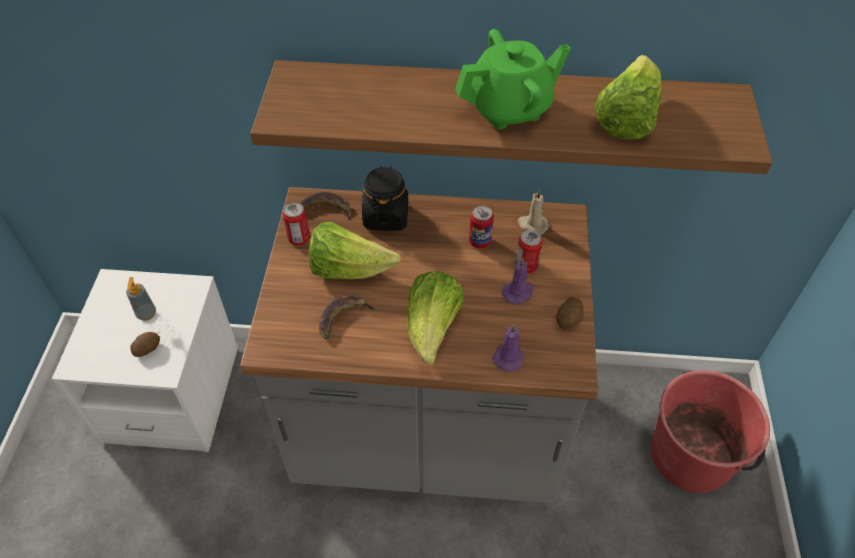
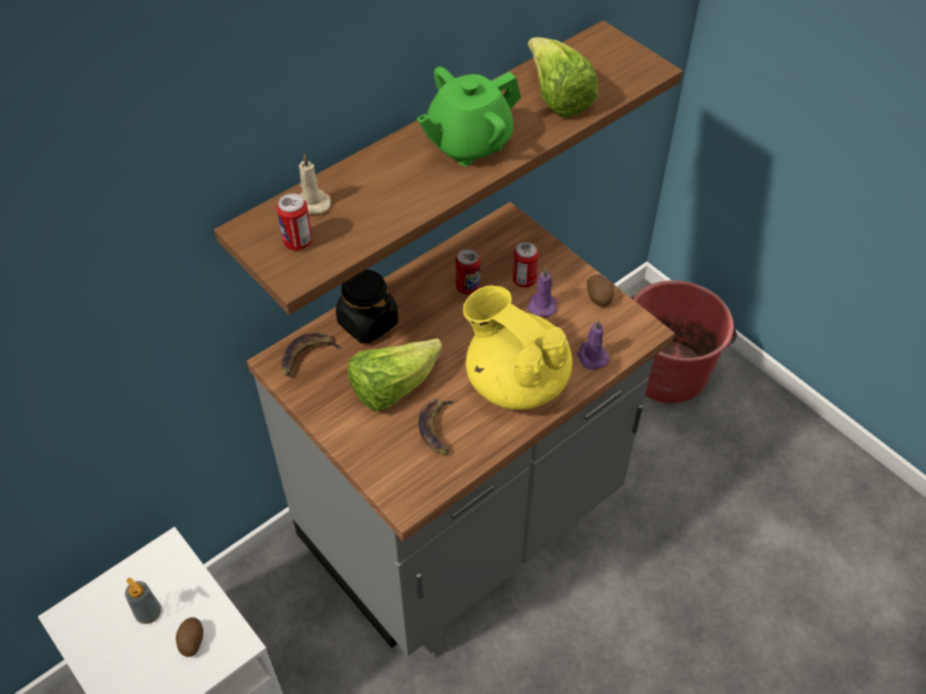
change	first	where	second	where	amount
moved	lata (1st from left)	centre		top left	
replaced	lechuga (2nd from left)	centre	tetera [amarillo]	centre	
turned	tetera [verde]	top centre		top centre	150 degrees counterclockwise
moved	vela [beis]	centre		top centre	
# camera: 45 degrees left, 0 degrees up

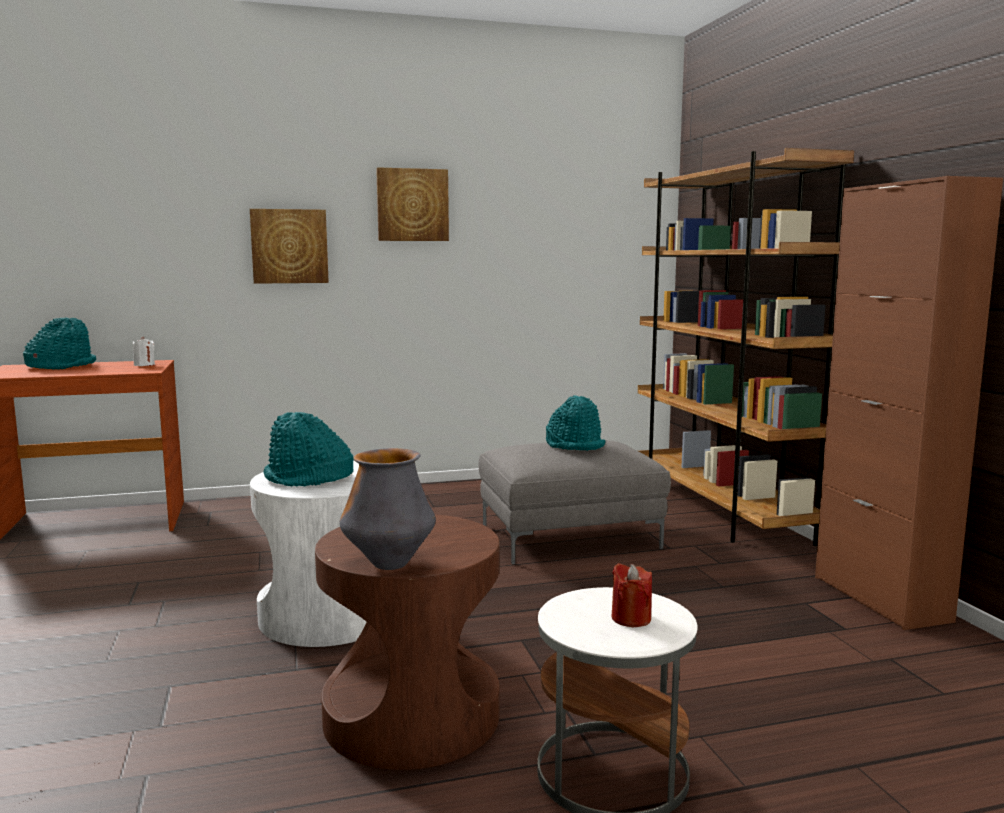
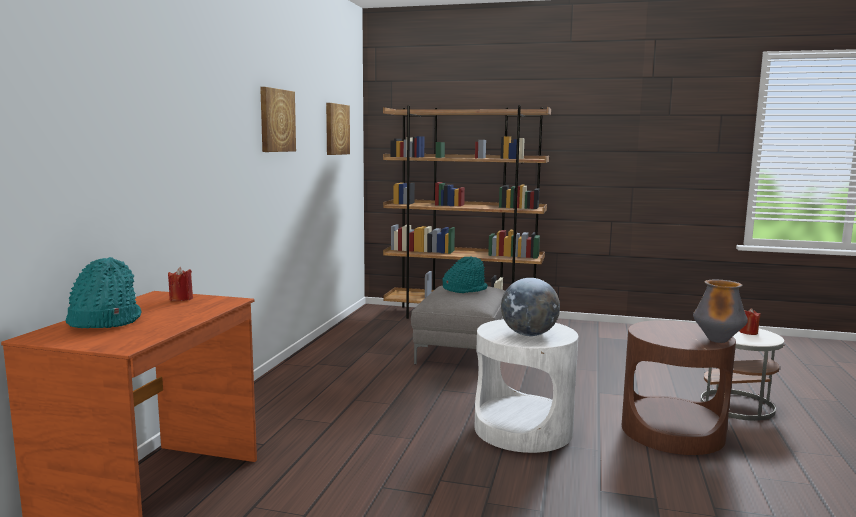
change	first	where	second	where	amount
recoloured	vela [blanco]	middle left	vela [rojo] (1st from left)	middle left	
moved	cuadro (1st from left in the first image)	top left	cuadro (2nd from left)	top centre	
replaced	sombrero [turquesa] (2nd from left)	middle left	globo terráqueo	centre	
removed	armario [marrón]	middle right			
# camera: 60 degrees left, 0 degrees up

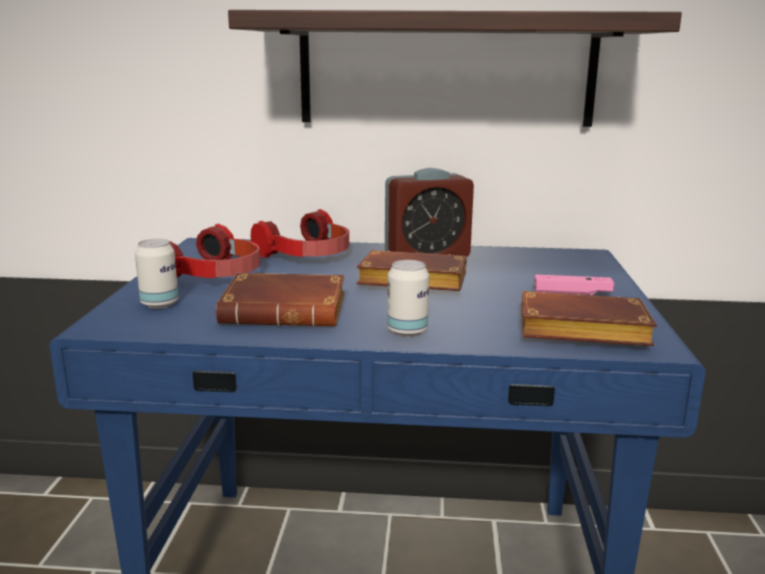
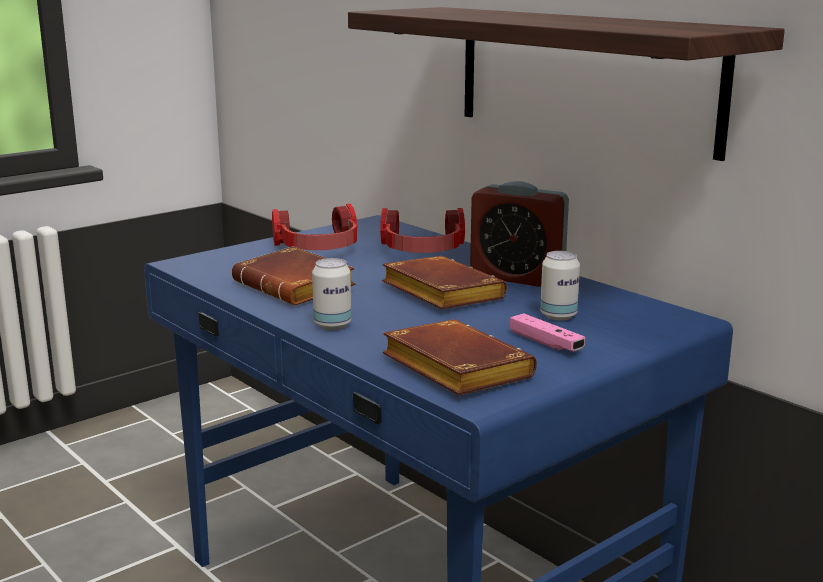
change	first	where	second	where	amount
moved	lata (1st from left in the first image)	middle left	lata (2nd from left)	middle right	
# camera: 45 degrees right, 0 degrees up

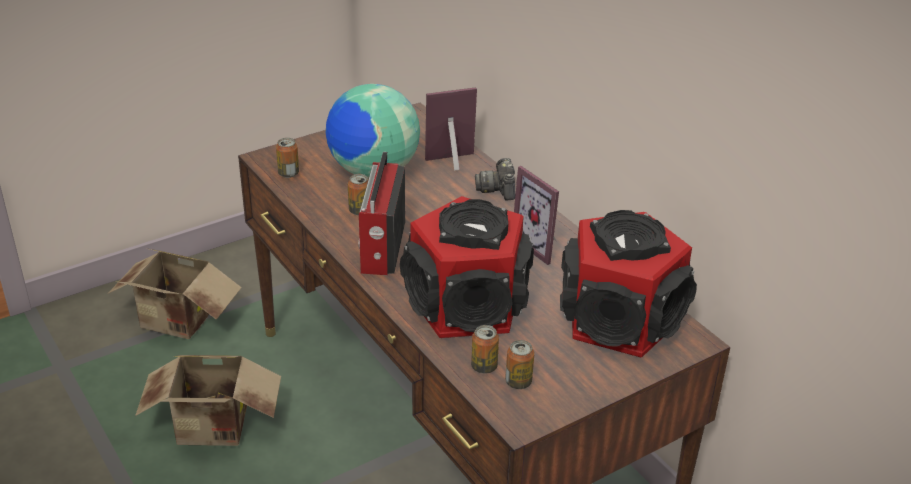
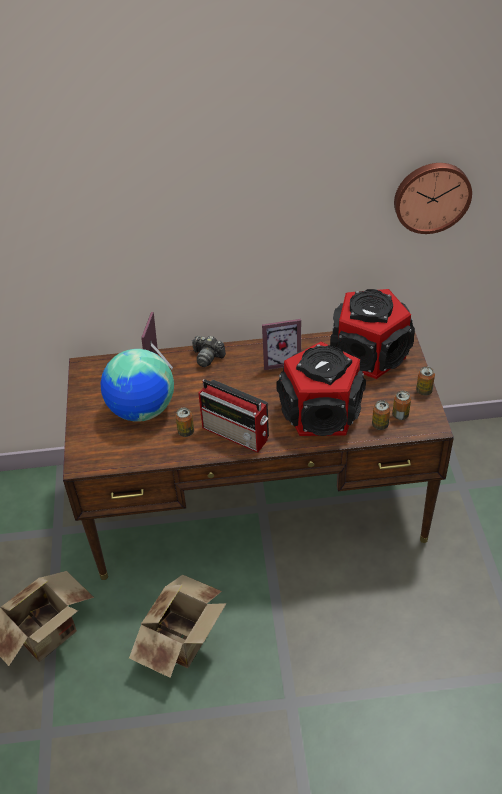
change	first	where	second	where	amount
moved	lata (1st from left in the first image)	top left	lata (4th from left)	middle right	
added			reloj de pared	top right	
# camera: 60 degrees left, 10 degrees up

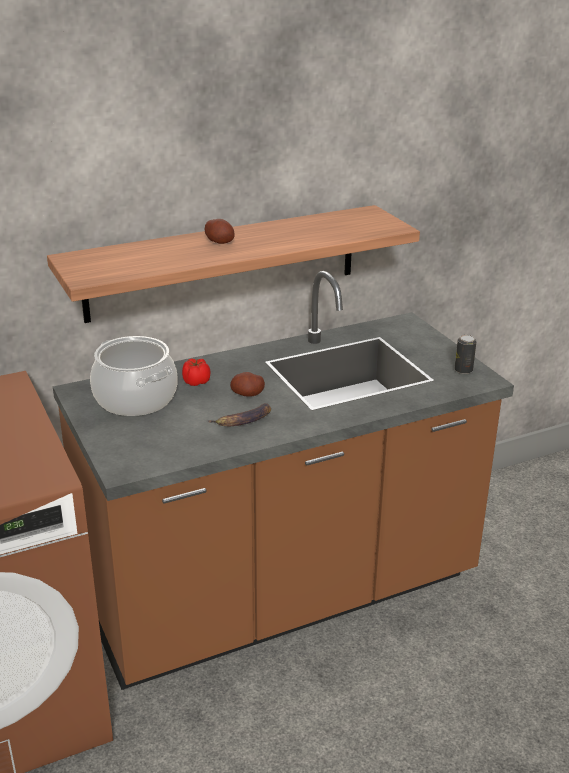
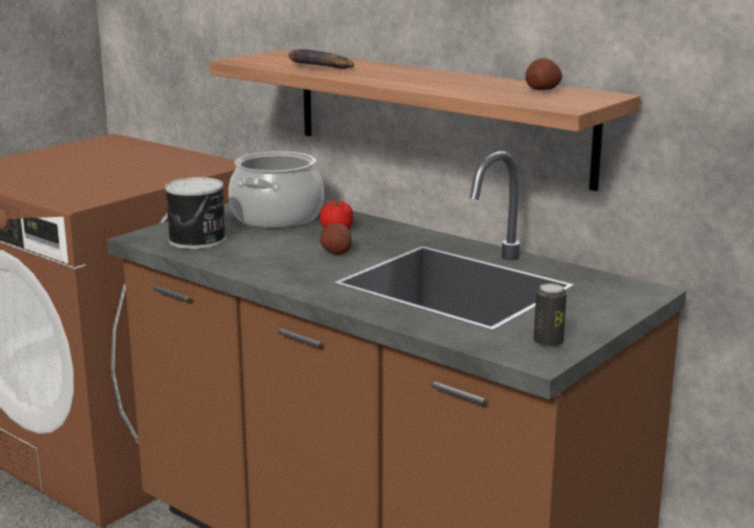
change	first	where	second	where	amount
moved	patata (1st from left in the first image)	top centre	patata (2nd from left)	top right	
moved	plátano	centre		top centre	
added			lata (1st from left)	middle left	
# camera: 65 degrees right, 10 degrees down

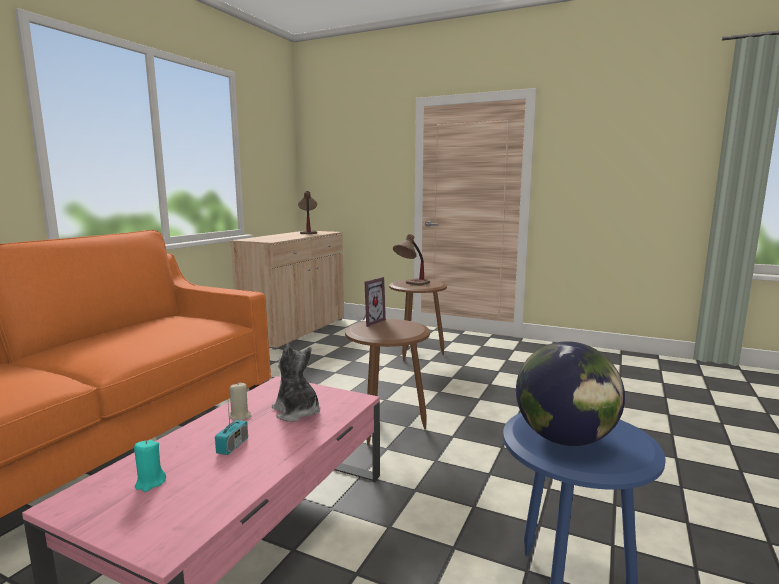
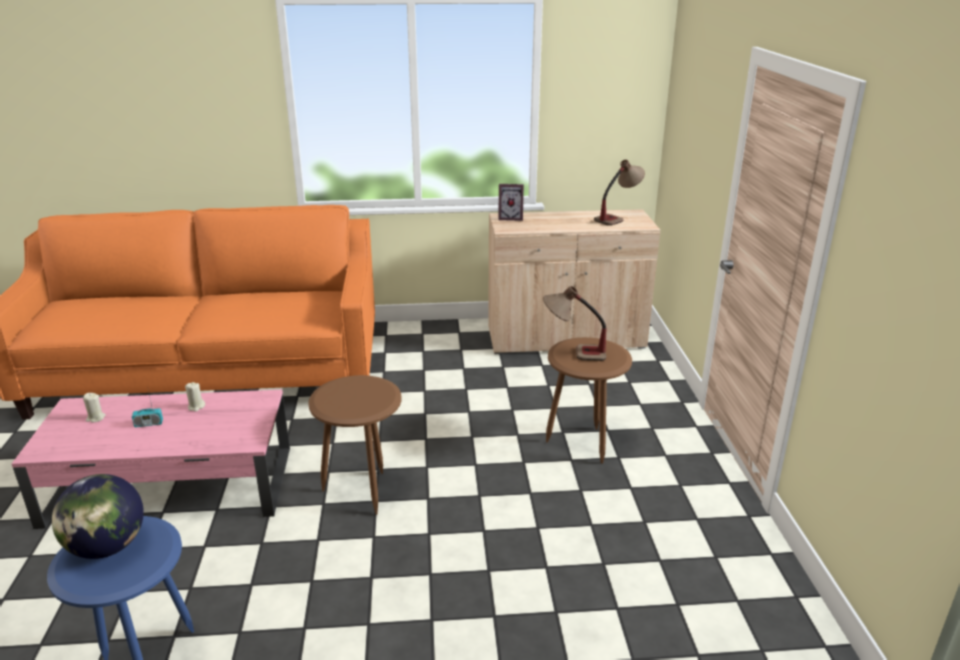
change	first	where	second	where	amount
recoloured	vela [turquesa]	bottom left	vela [beis] (1st from left)	middle left	
removed	peluche	centre			
moved	portarretratos	centre		top centre	
# camera: 60 degrees right, 15 degrees up

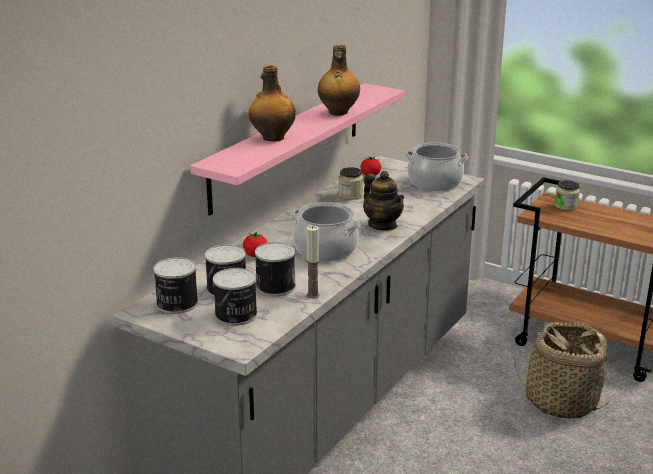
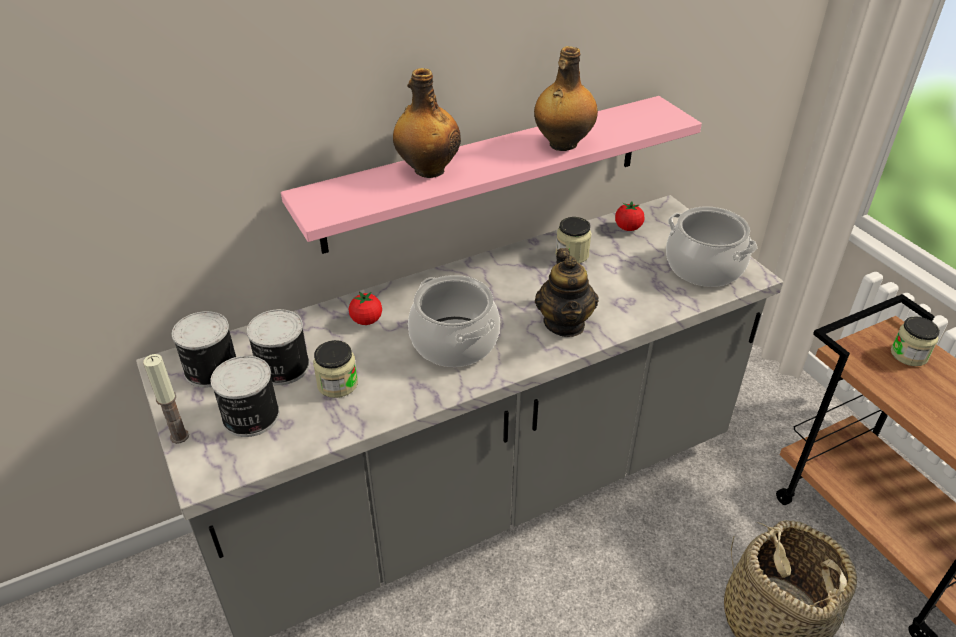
change	first	where	second	where	amount
replaced	lata (4th from left)	centre	tarro (1st from left)	centre	
moved	vela	centre		middle left	
# camera: 30 degrees right, 15 degrees up

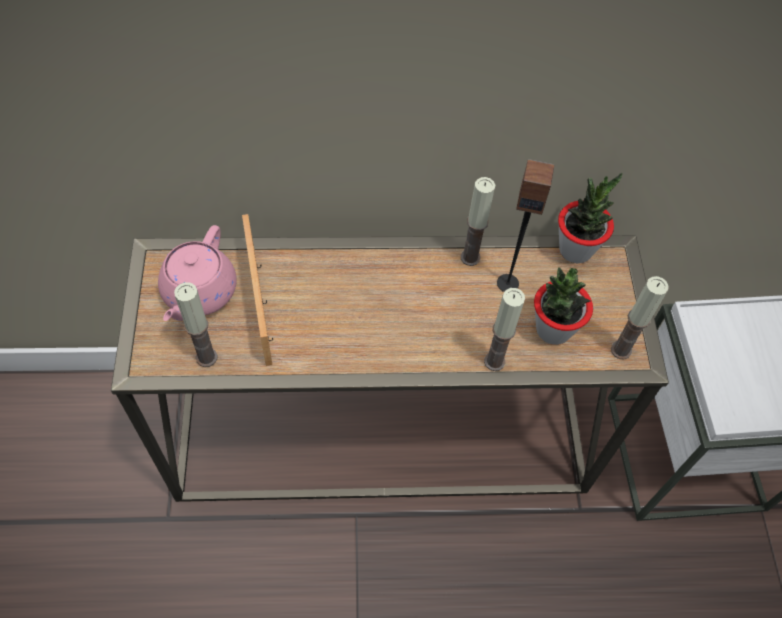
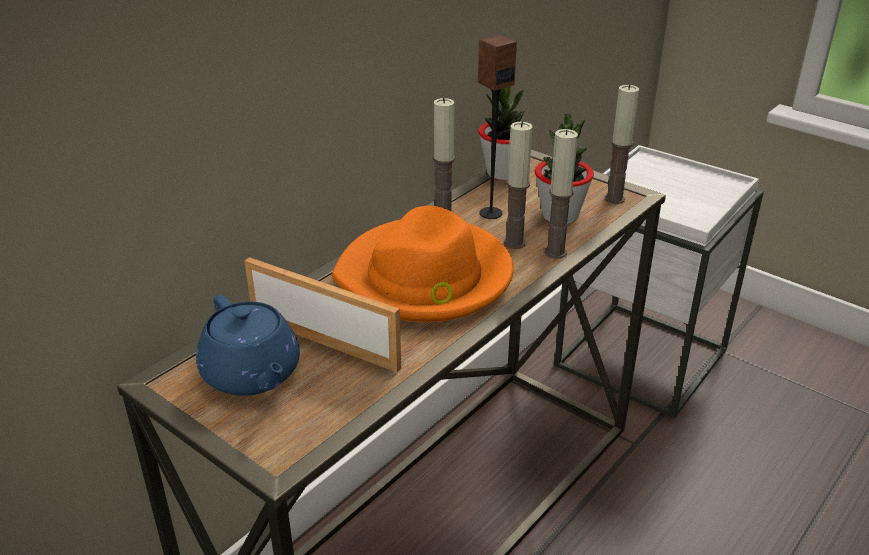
change	first	where	second	where	amount
recoloured	tetera [rosa]	middle left	tetera [azul]	middle left	
moved	vela (1st from left in the first image)	middle left	vela (2nd from left)	centre	
added			sombrero [naranja]	centre	
# camera: 45 degrees left, 25 degrees down

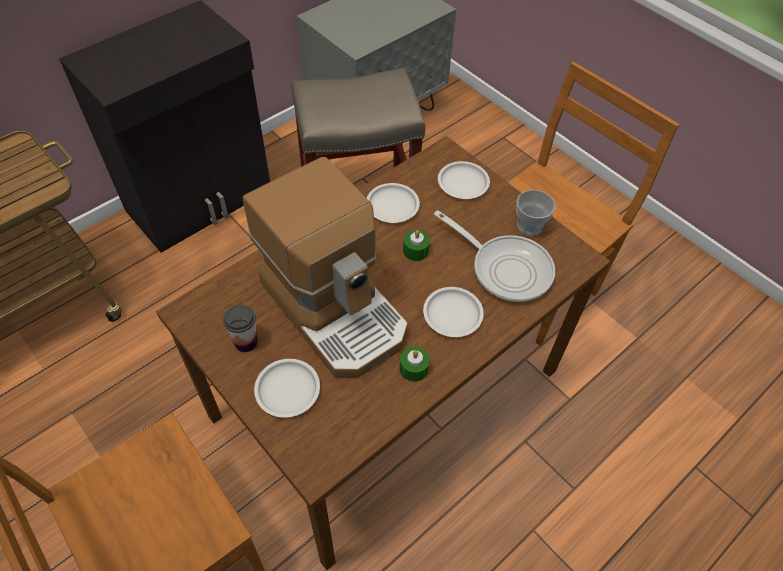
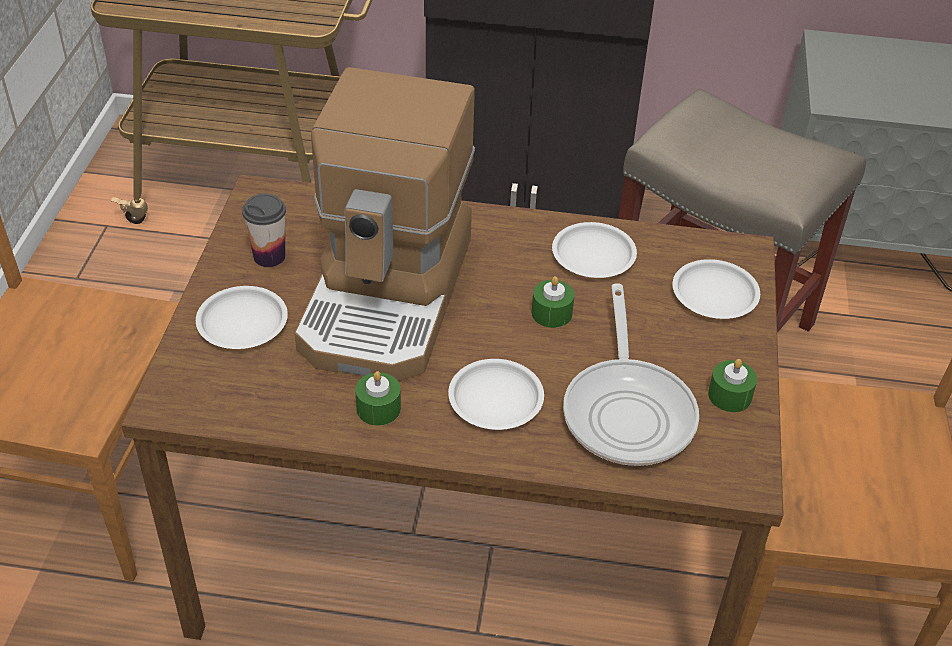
change	first	where	second	where	amount
replaced	taza (2nd from left)	middle right	vela [verde] (3rd from left)	middle right	
# camera: 50 degrees right, 10 degrees down

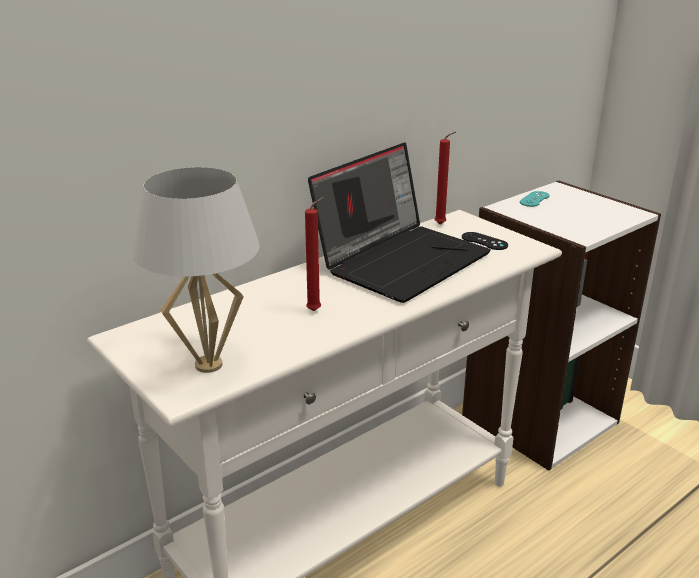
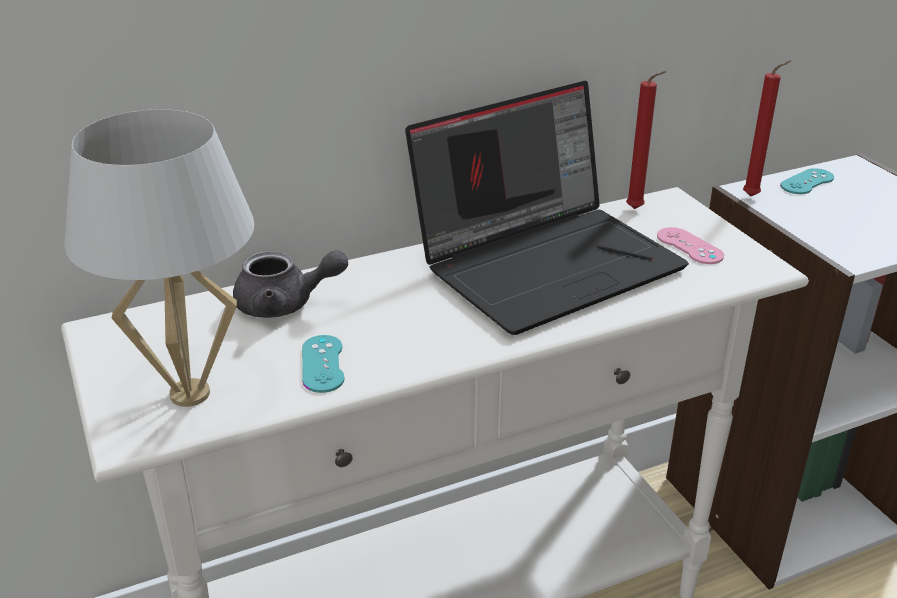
change	first	where	second	where	amount
moved	vela [rojo] (1st from left in the first image)	centre	vela [rojo] (2nd from left)	top right	
recoloured	mando de consola [negro]	middle right	mando de consola [rosa]	middle right	
added			tetera [gris]	middle left	
added			mando de consola [turquesa] (1st from left)	centre	
# camera: 15 degrees right, 5 degrees up

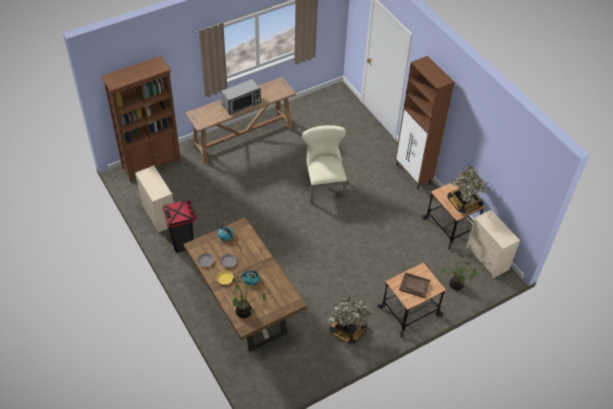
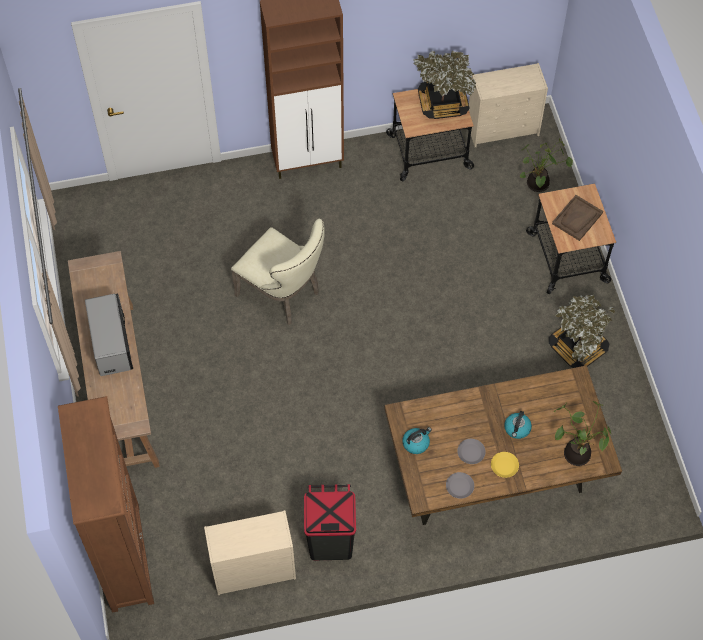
change	first	where	second	where	amount
turned	silla [beis]	centre		centre	150 degrees counterclockwise
# camera: 70 degrees left, 10 degrees up

